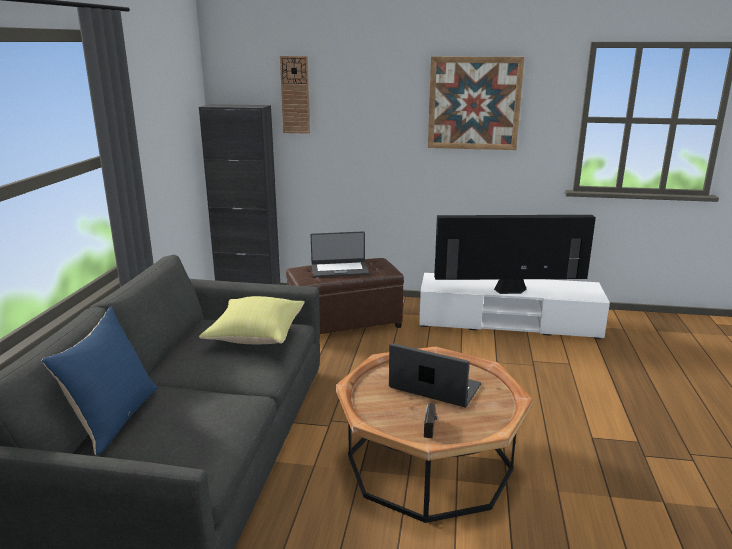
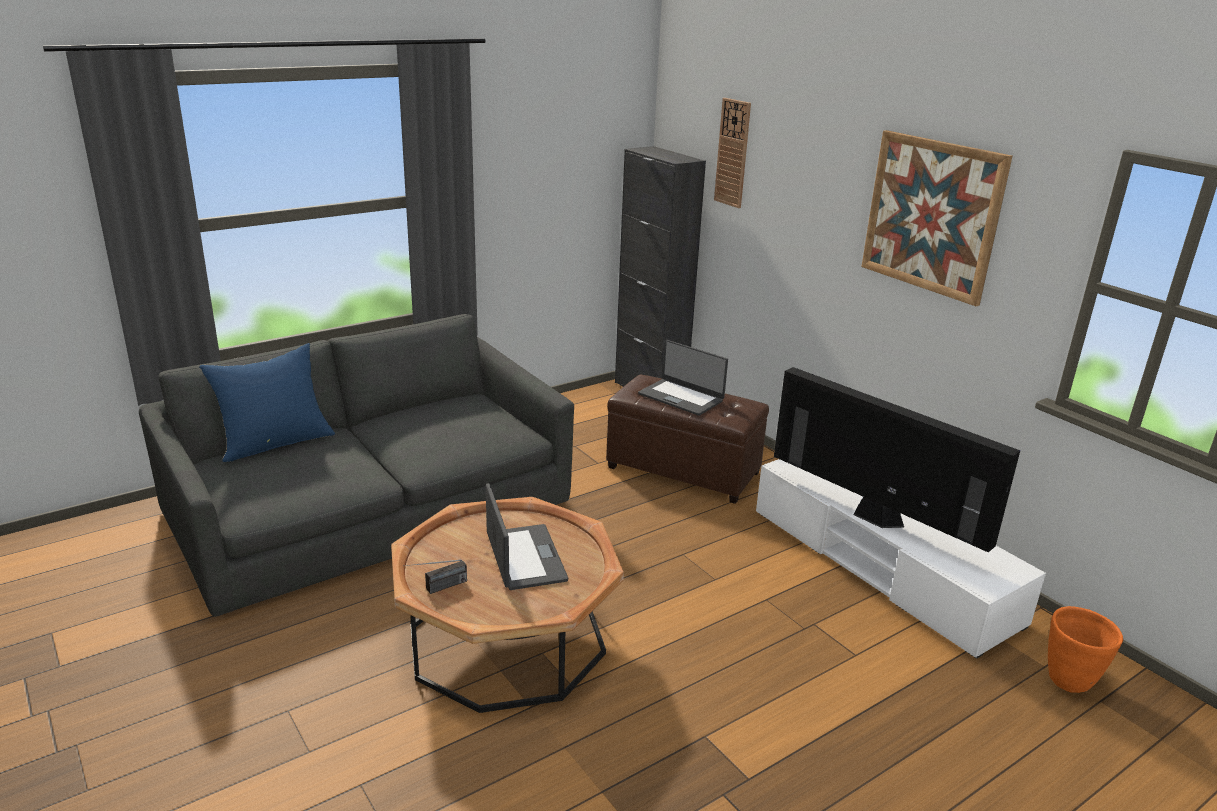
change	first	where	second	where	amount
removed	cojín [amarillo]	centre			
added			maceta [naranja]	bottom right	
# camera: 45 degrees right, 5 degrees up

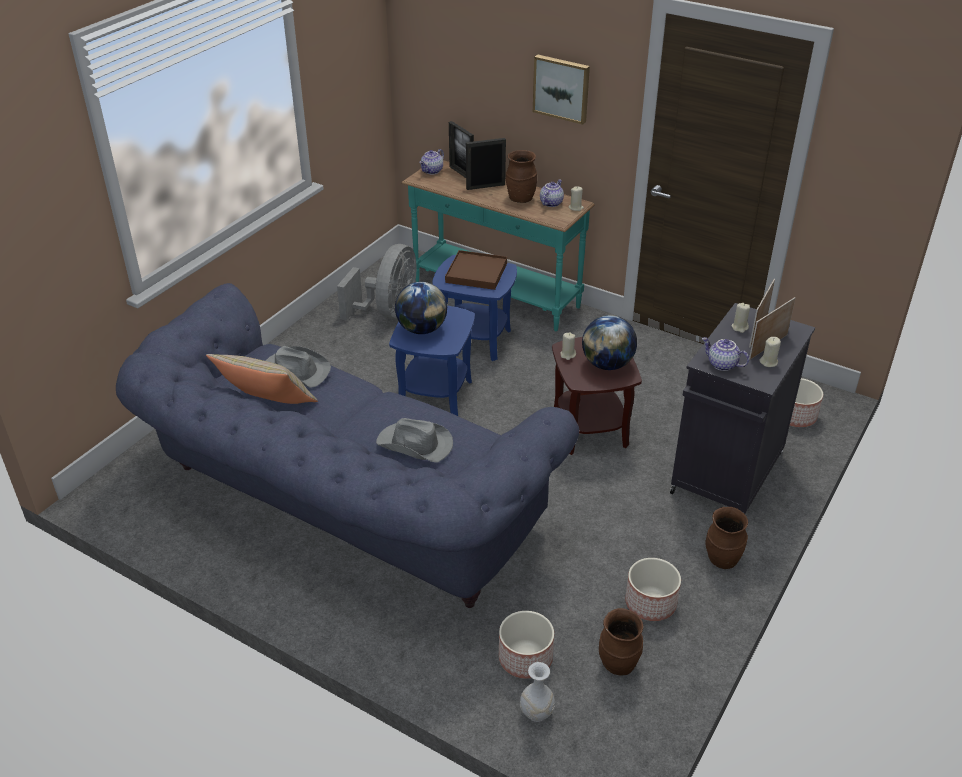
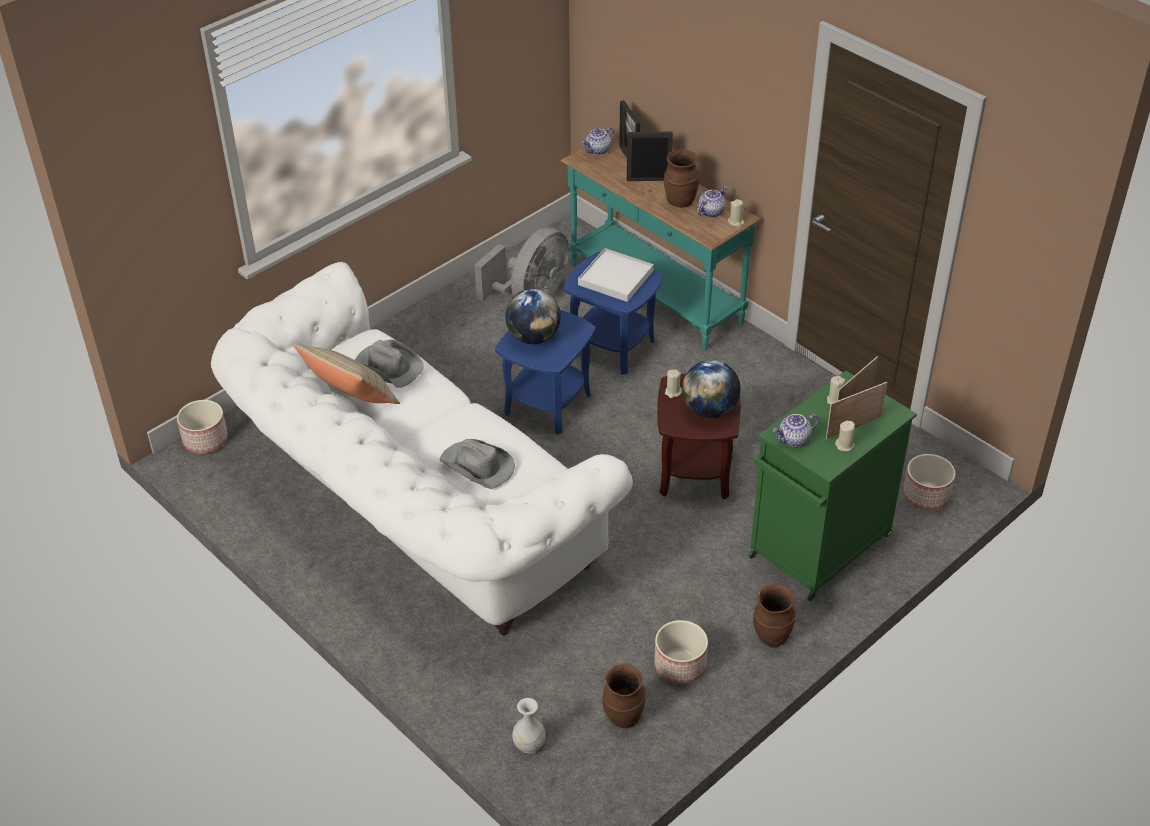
change	first	where	second	where	amount
recoloured	sofá [azul]	centre	sofá [blanco]	centre	
recoloured	bandeja [marrón]	centre	bandeja [blanco]	top centre	
moved	maceta (1st from left)	bottom centre		middle left	
removed	cuadro	top centre			
recoloured	armario [negro]	middle right	armario [verde]	middle right	
turned	tetera (3rd from left)	middle right		middle right	75 degrees counterclockwise
# camera: 15 degrees right, 5 degrees up

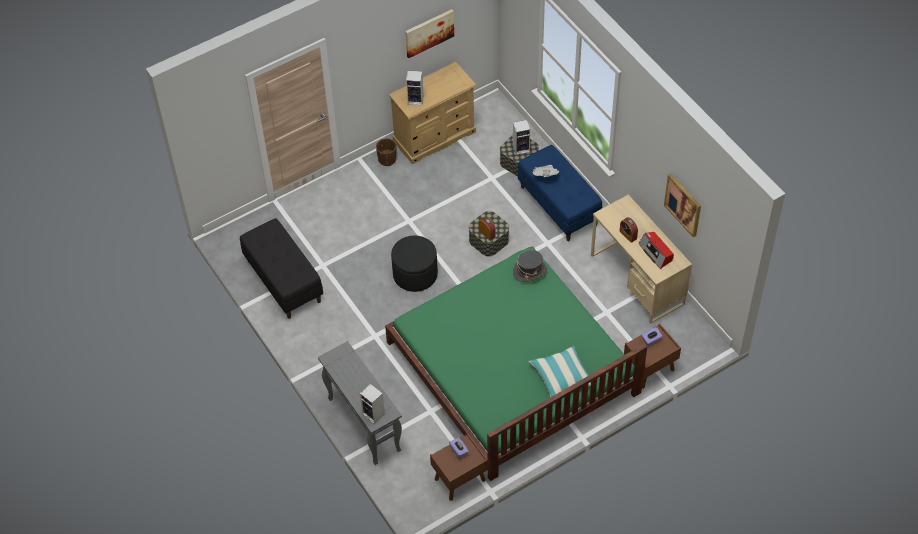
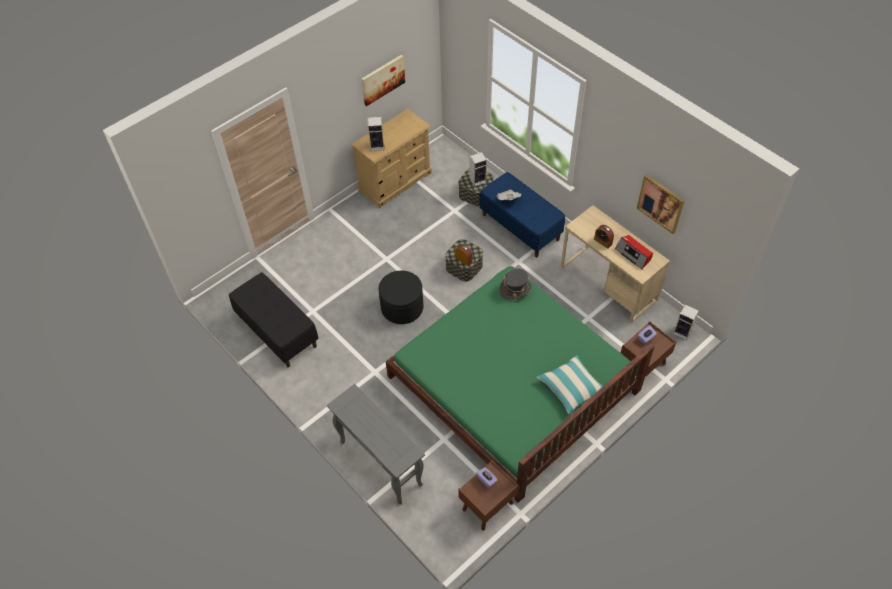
change	first	where	second	where	amount
moved	altavoz (1st from left in the first image)	bottom centre	altavoz (3rd from left)	middle right	
removed	maceta [marrón]	top centre			
# camera: 10 degrees left, 0 degrees up

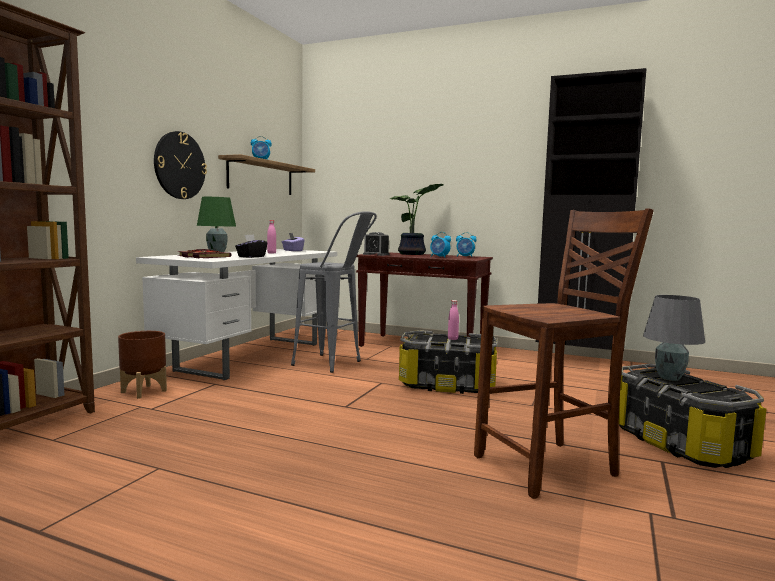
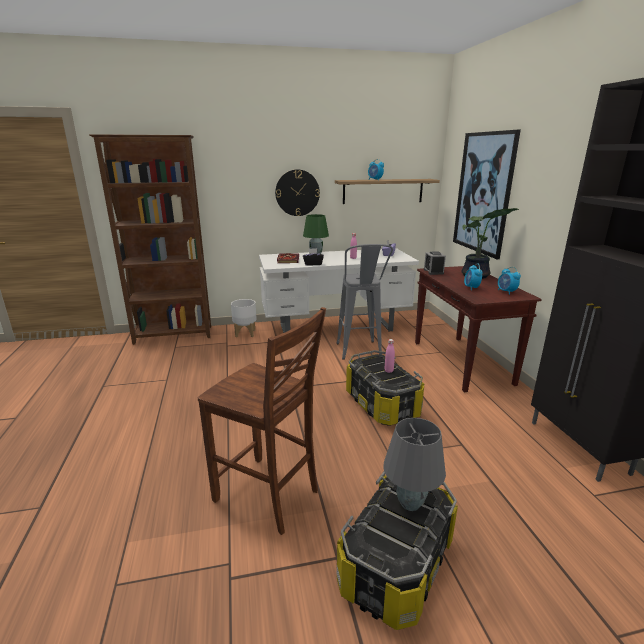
change	first	where	second	where	amount
recoloured	maceta [marrón]	middle left	maceta [blanco]	centre	
added			cuadro	top right	
# camera: 55 degrees right, 15 degrees up

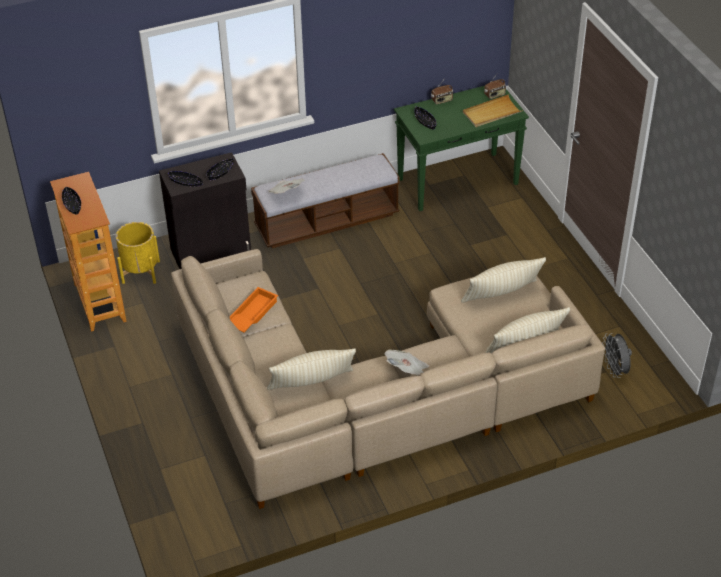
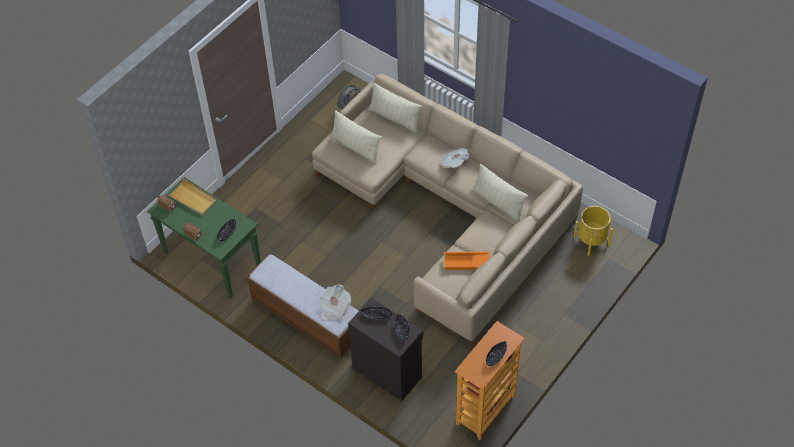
change	first	where	second	where	amount
moved	maceta [amarillo]	middle left		middle right	
# camera: 120 degrees left, 10 degrees up

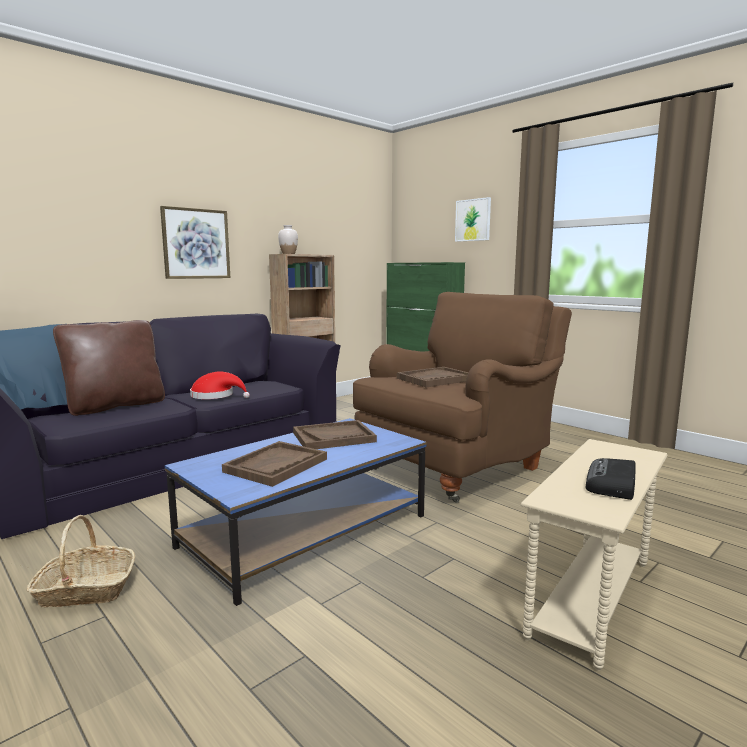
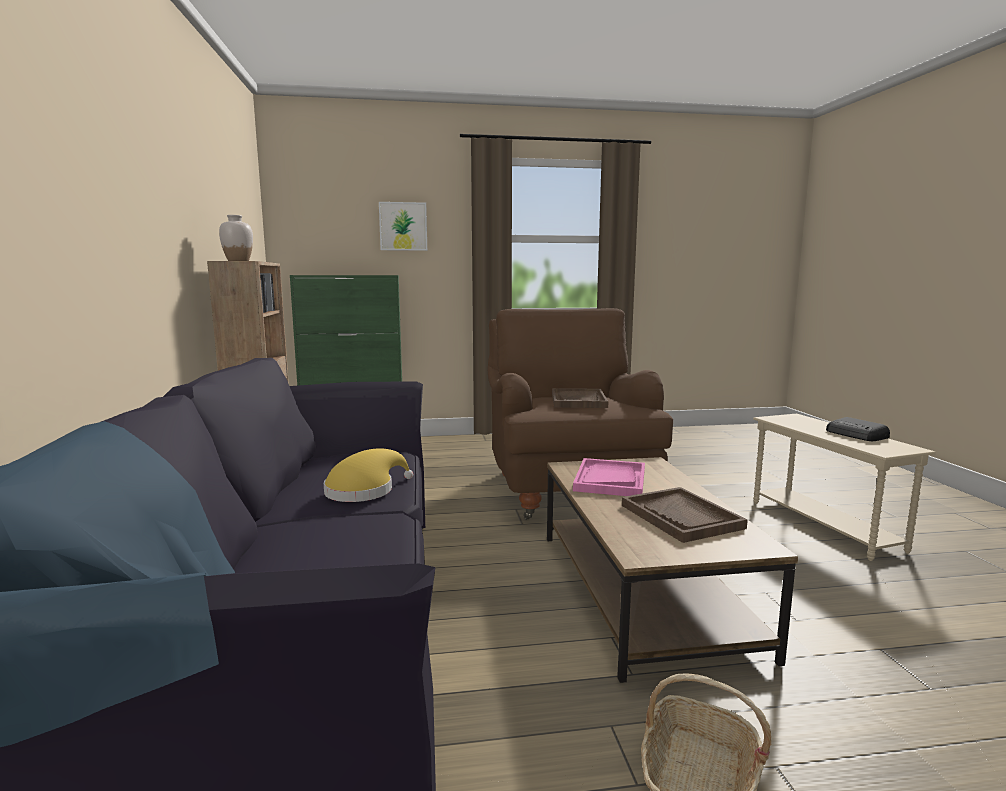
change	first	where	second	where	amount
removed	cojín [marrón]	middle left			
removed	cuadro (1st from left)	top left			
recoloured	mesa de centro [azul]	bottom centre	mesa de centro [marrón]	bottom right	
recoloured	sombrero [rojo]	middle left	sombrero [amarillo]	centre	
recoloured	bandeja [marrón] (2nd from left)	centre	bandeja [rosa]	centre	
# camera: 55 degrees left, 0 degrees up

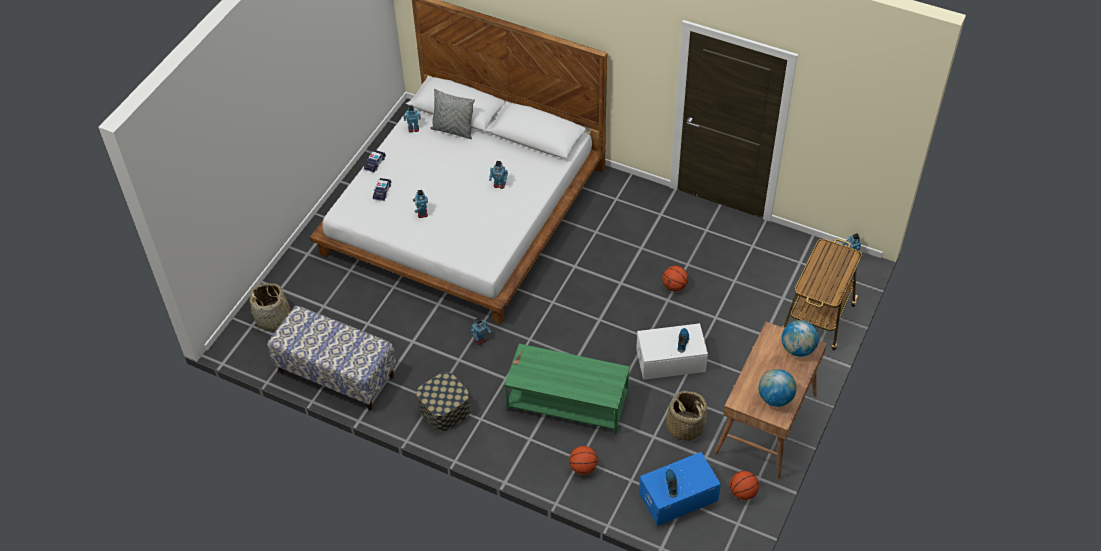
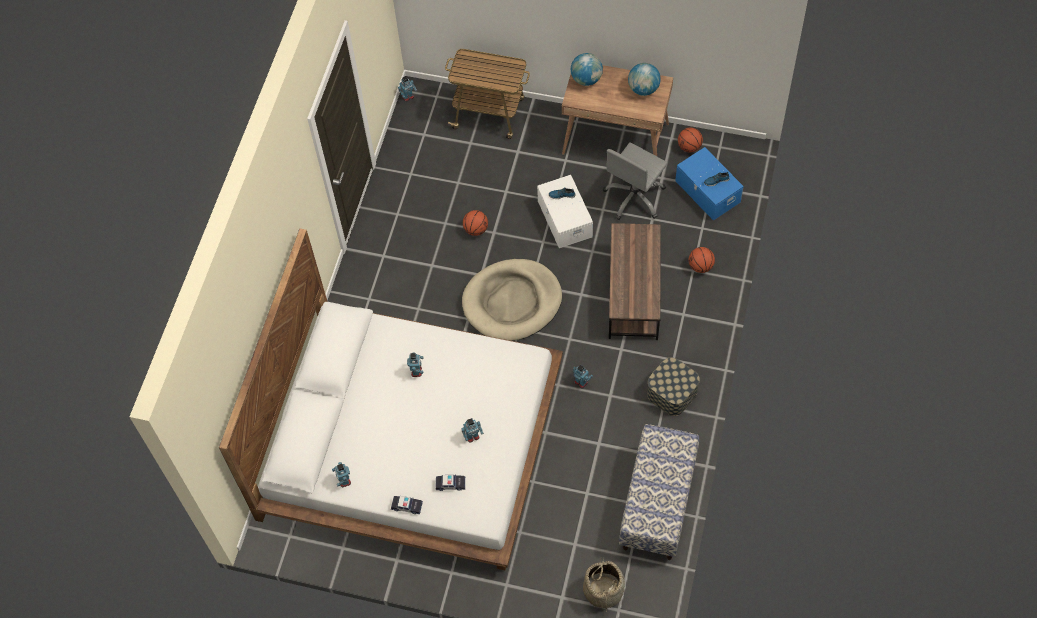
change	first	where	second	where	amount
removed	cojín [gris]	top centre			
recoloured	mesa de centro [verde]	bottom centre	mesa de centro [marrón]	centre	
replaced	cesta (2nd from left)	bottom centre	silla de oficina [gris]	top centre	
added			cama para perro [beis]	centre	
# camera: 100 degrees left, 10 degrees up

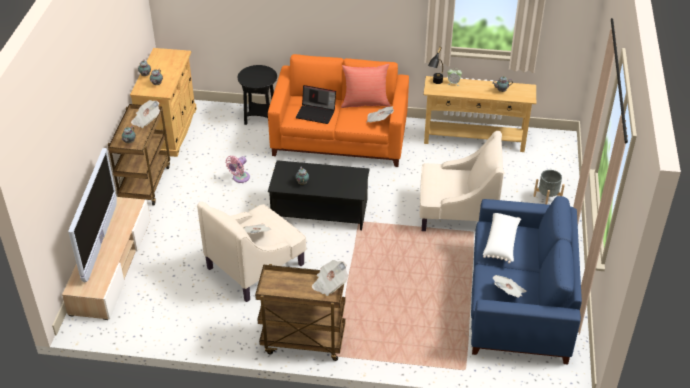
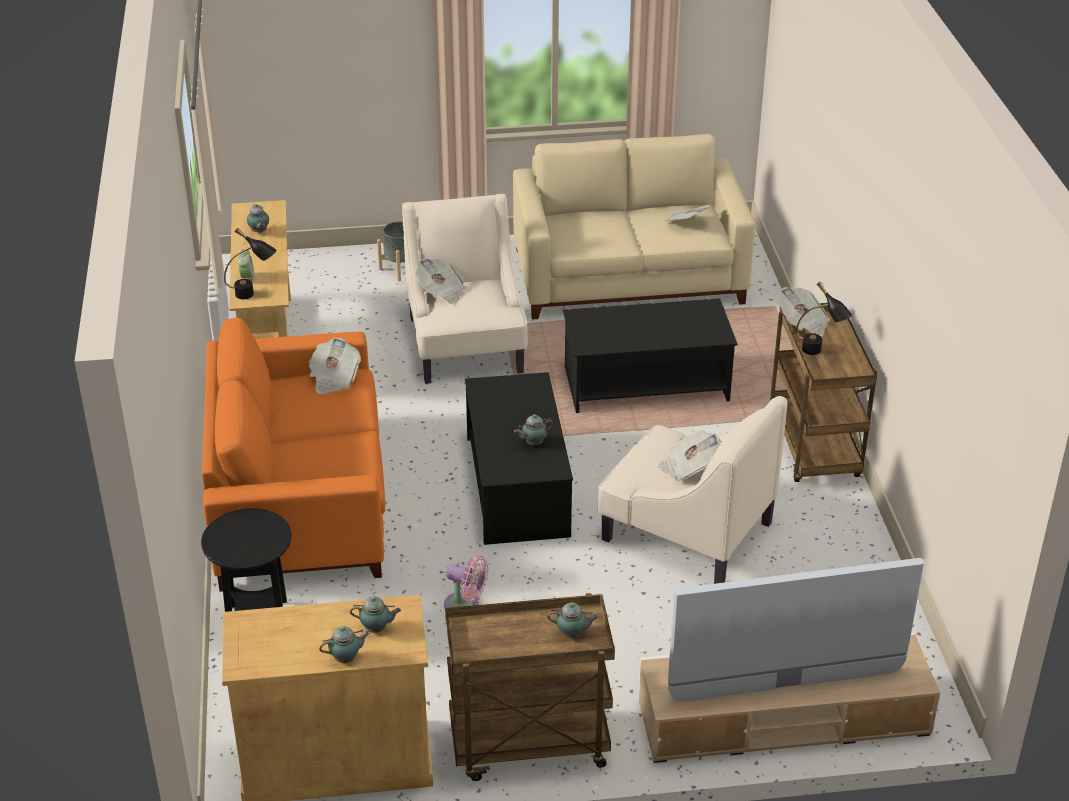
change	first	where	second	where	amount
moved	periódico (1st from left in the first image)	top left	periódico (2nd from left)	centre	
removed	portátil	top centre			
removed	cojín [rojo]	top centre			
recoloured	sofá [azul]	bottom right	sofá [beis]	top centre	
removed	cojín [blanco]	middle right			
added			mesa de centro [negro] (2nd from left)	centre	
added			lámpara de mesa [negro] (2nd from left)	middle right	
# camera: 105 degrees left, 5 degrees down

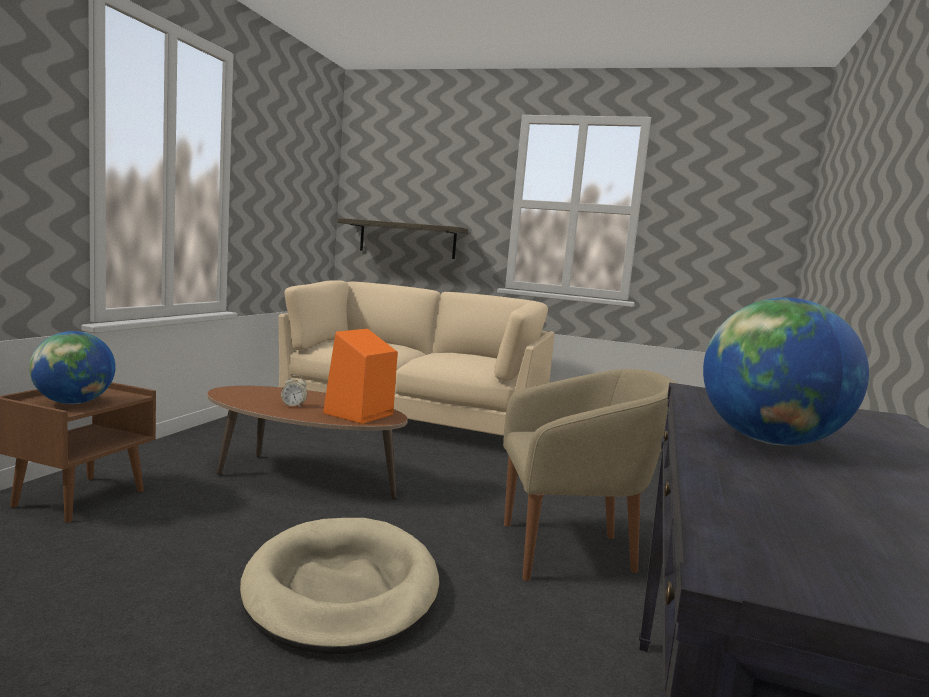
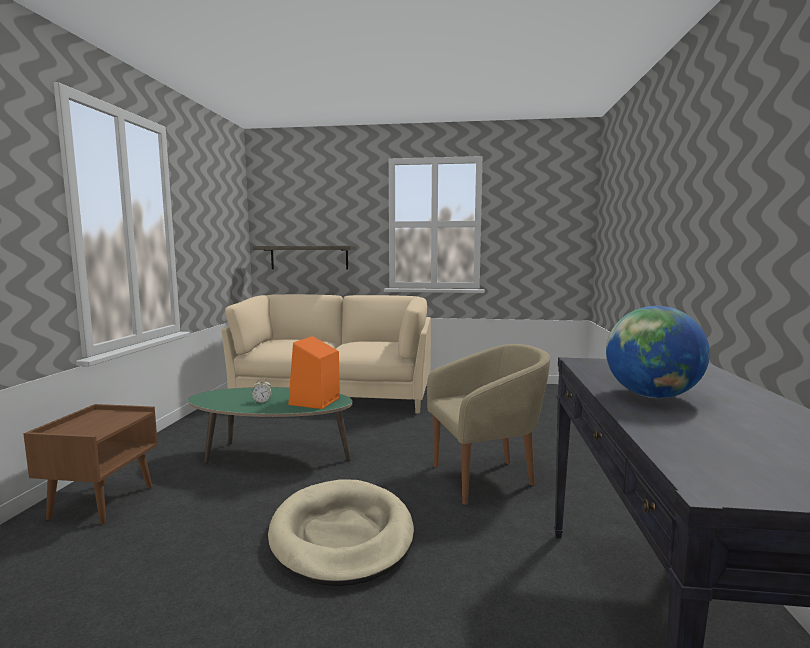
change	first	where	second	where	amount
removed	globo terráqueo (1st from left)	middle left			
recoloured	mesa de centro [marrón]	middle left	mesa de centro [verde]	centre	
# camera: 10 degrees left, 0 degrees up

